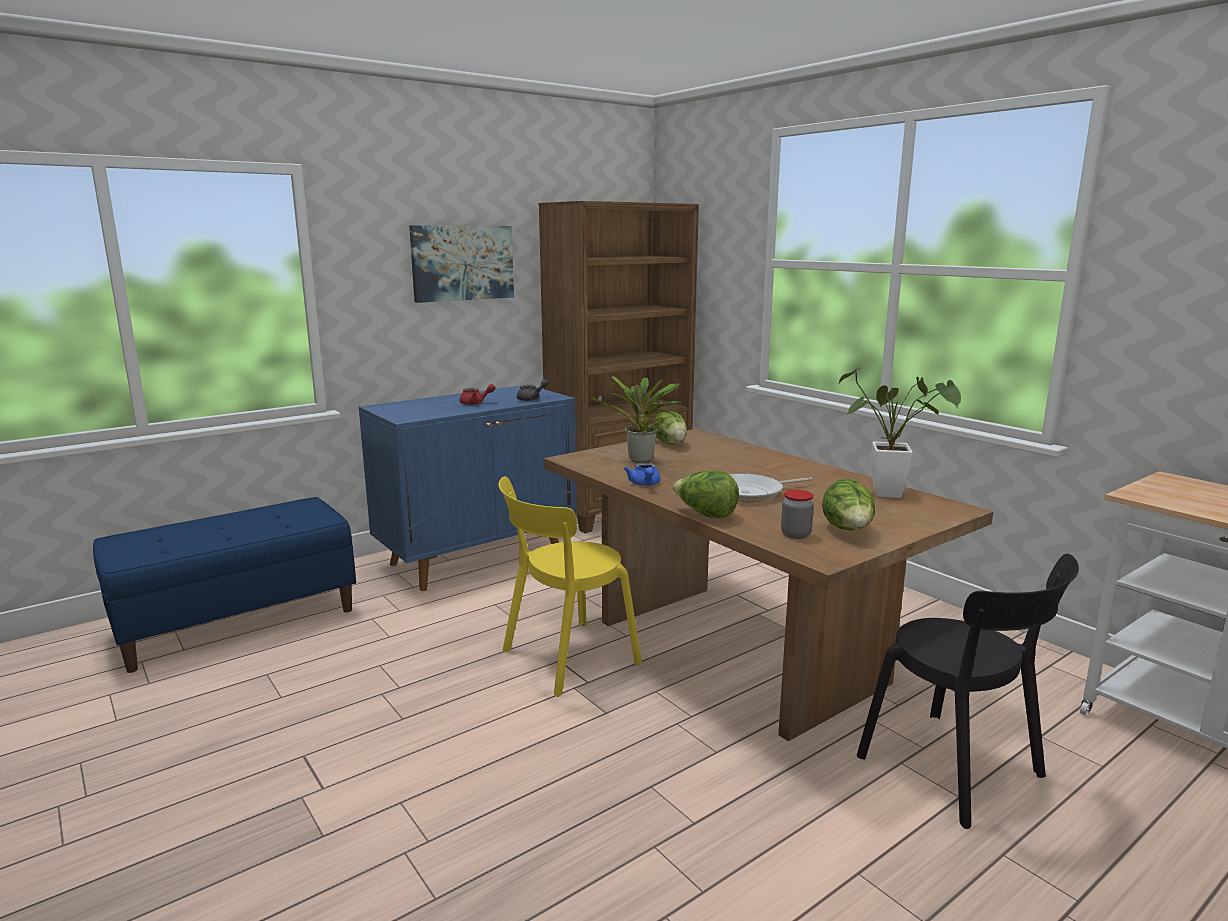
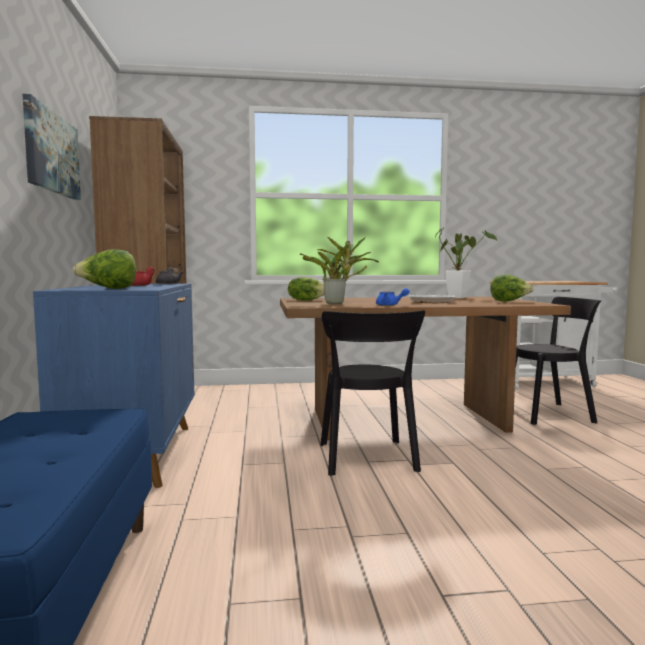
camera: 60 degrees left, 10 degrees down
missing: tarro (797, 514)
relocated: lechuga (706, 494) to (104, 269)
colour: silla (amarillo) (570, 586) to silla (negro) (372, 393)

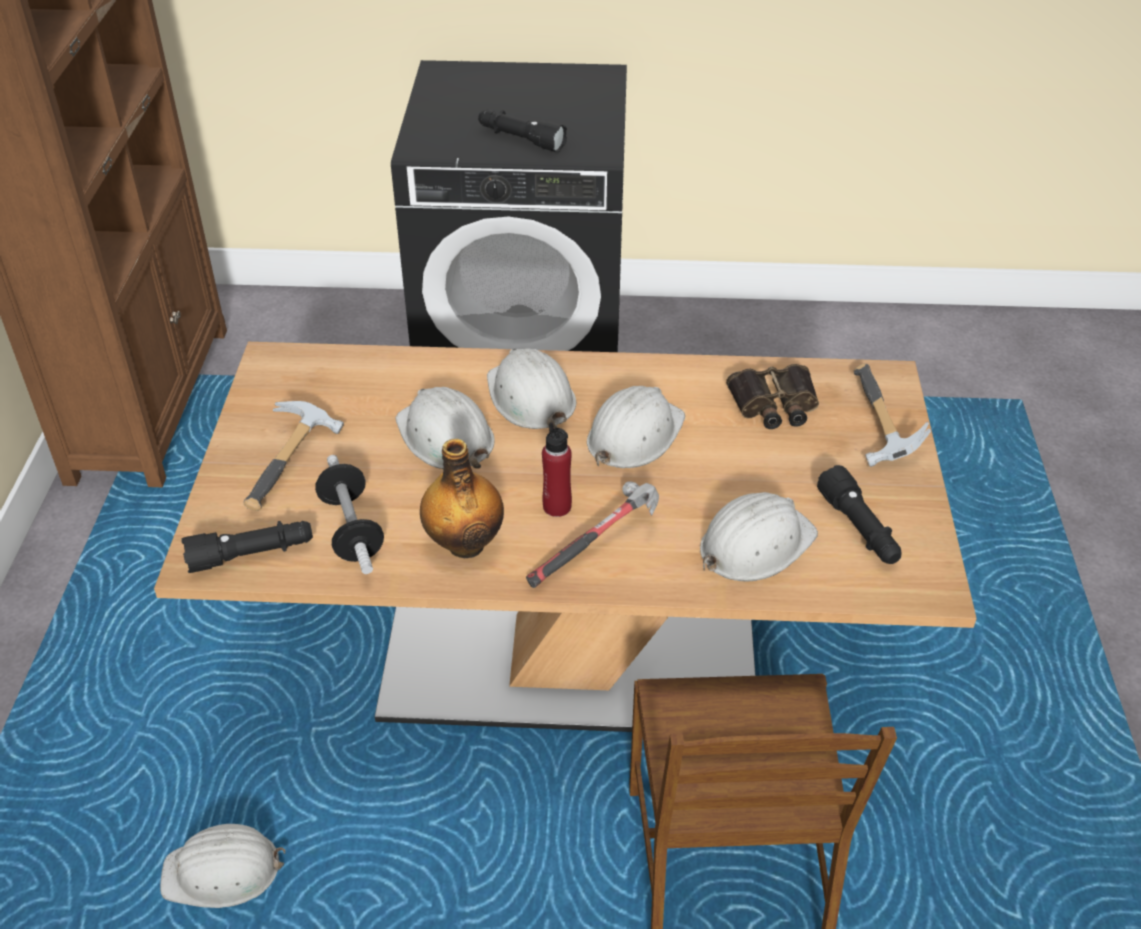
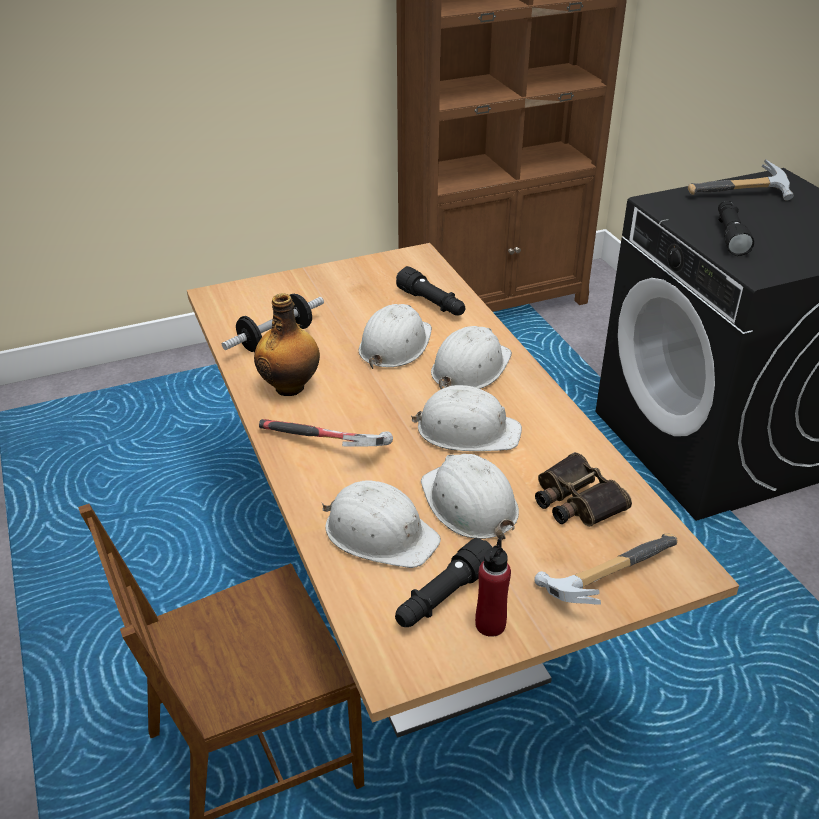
camera: 65 degrees right, 5 degrees down
relocated: casco (blanco) (222, 866) to (470, 497); linterna (negro) (247, 547) to (430, 290); martillo (294, 456) to (741, 180); botella (rojo) (557, 469) to (493, 587)

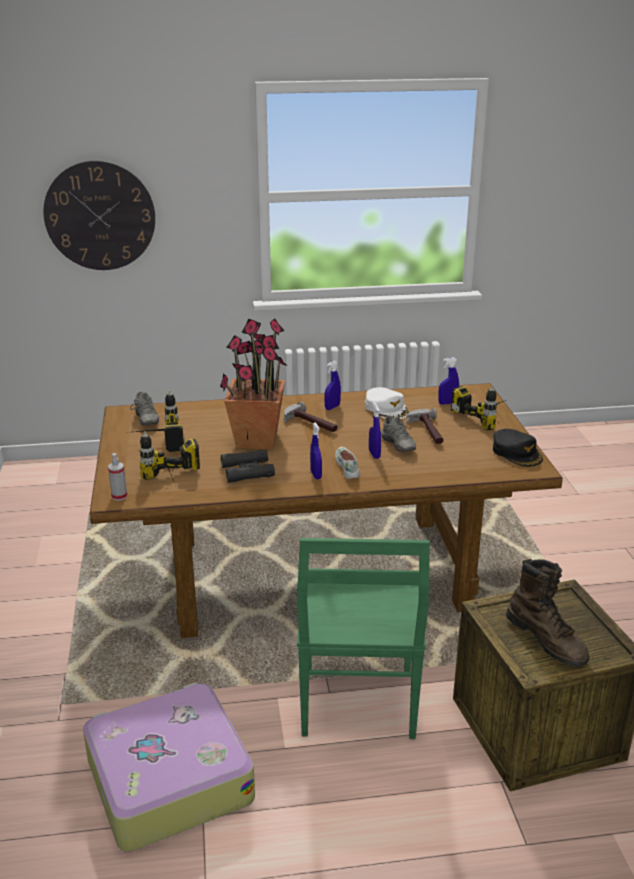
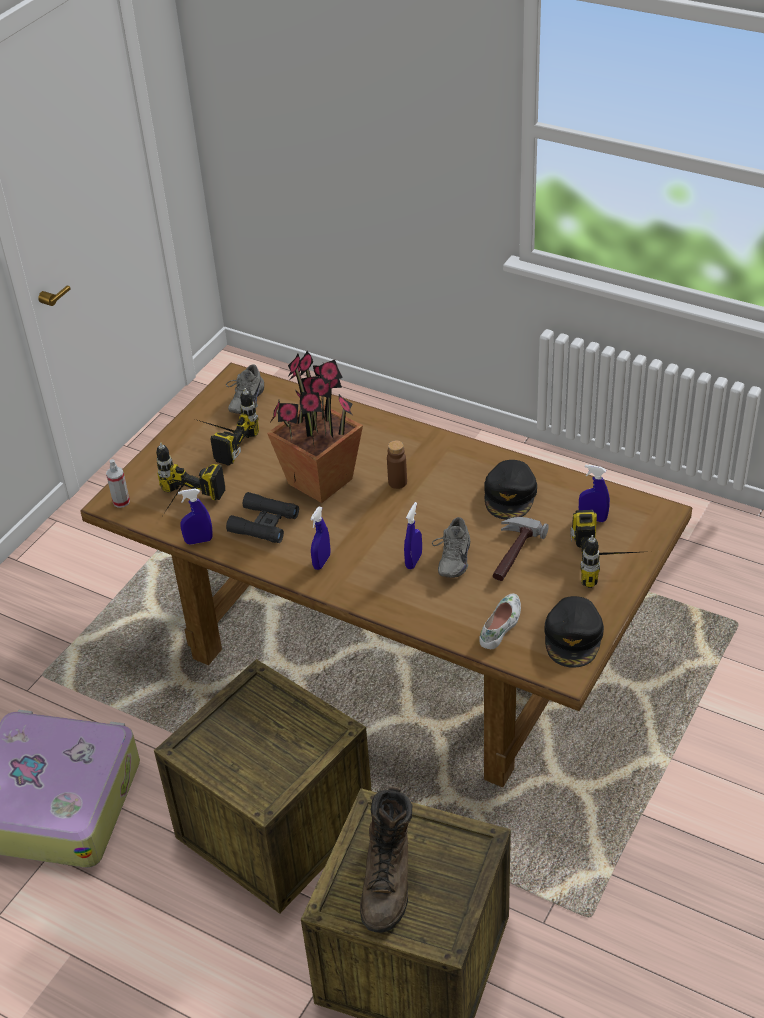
camera: 40 degrees right, 15 degrees up
missing: reloj de pared (99, 215)
relocated: pulverizador (azul) (332, 385) to (195, 516); zapato (blanco) (347, 463) to (500, 621)
exchanged: martillo (310, 417) to botella (marrón) (397, 464); silla (verde) (363, 638) to caja de embalaje (263, 786)
colour: gorra (blanco) (387, 403) to gorra (negro) (510, 490)

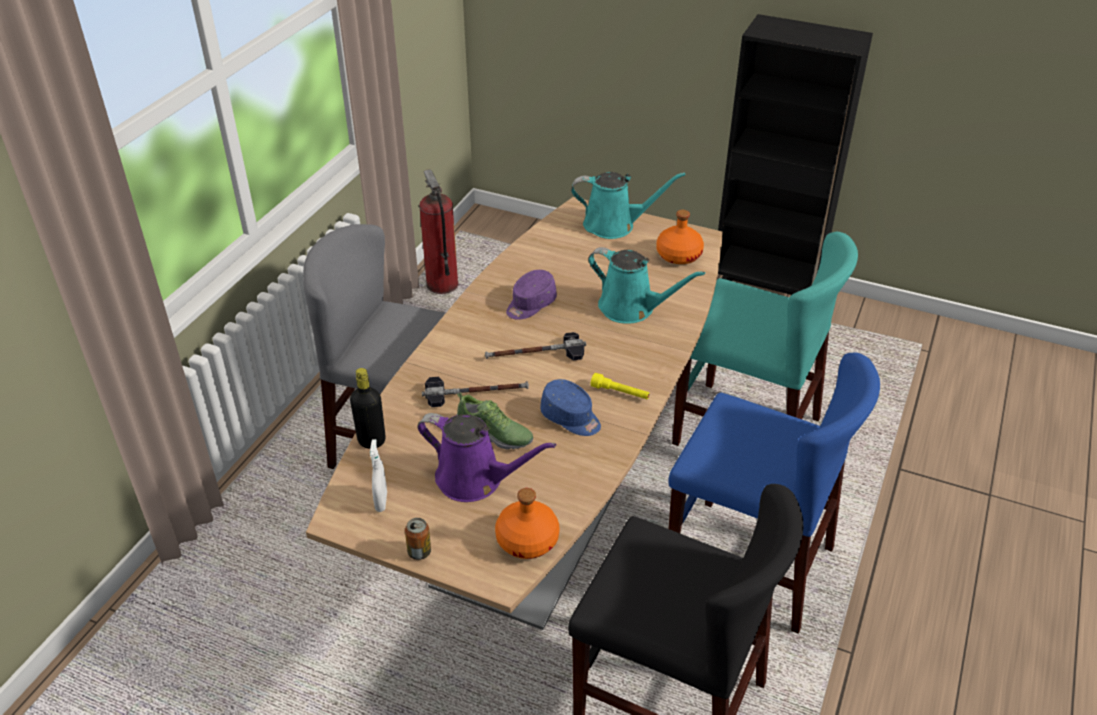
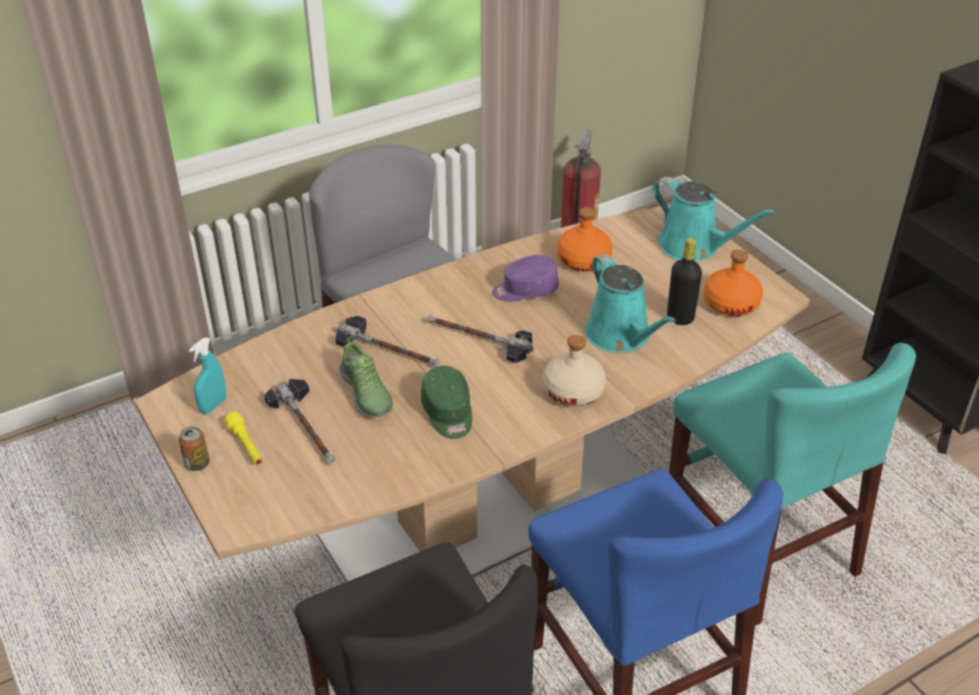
camera: 35 degrees right, 0 degrees up
appeared: botella (beis) (574, 371)
relocated: botella (negro) (368, 408) to (684, 281); botella (naranja) (527, 523) to (585, 239); linterna (amarillo) (620, 386) to (244, 438)
exchanged: regadera (morado) (486, 457) to martillo (299, 421)
colour: pulverizador (blanco) (378, 475) to pulverizador (turquesa) (207, 376); gorra (azul) (570, 407) to gorra (verde) (446, 402)

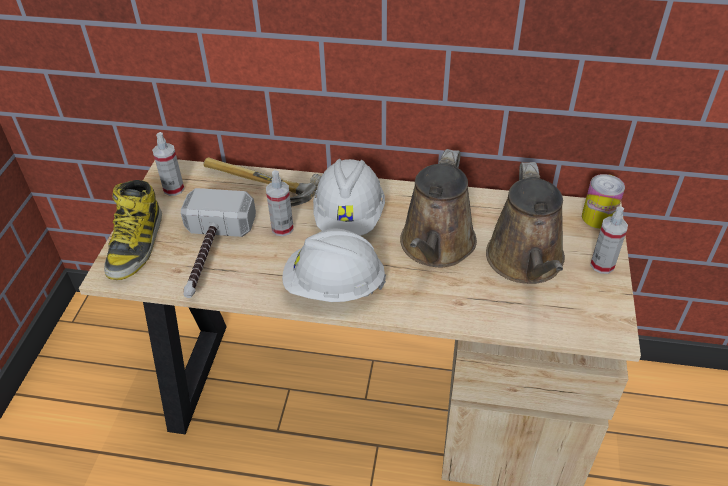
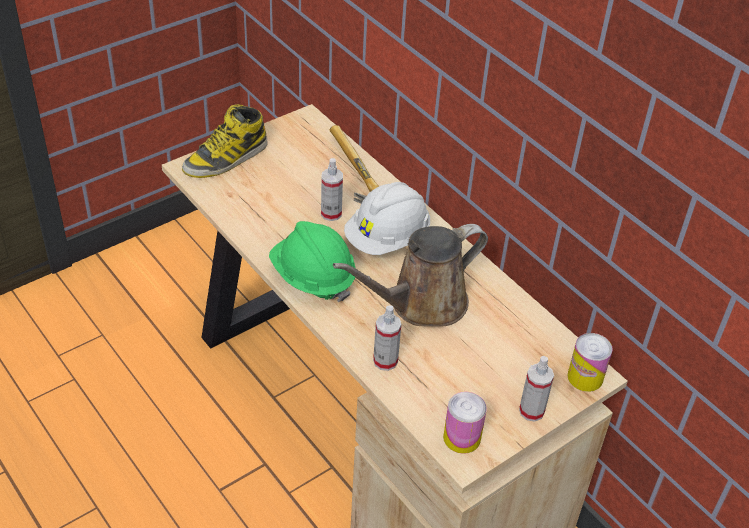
camera: 40 degrees right, 0 degrees up
missing: martillo (218, 243); regadera (marrón) (525, 223)
appeared: lata (465, 423)
relocated: pulverizador (168, 164) to (387, 338)
colour: casco (blanco) (334, 265) to casco (verde) (312, 261)

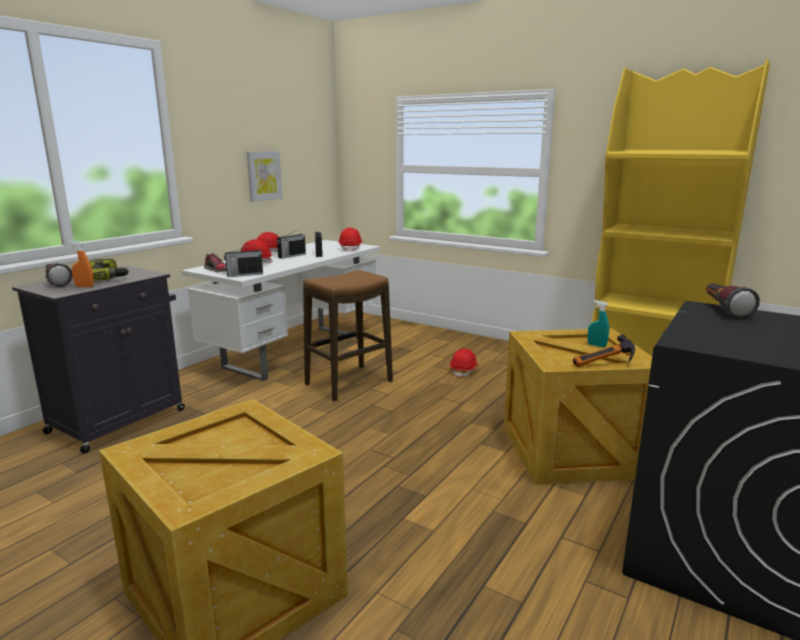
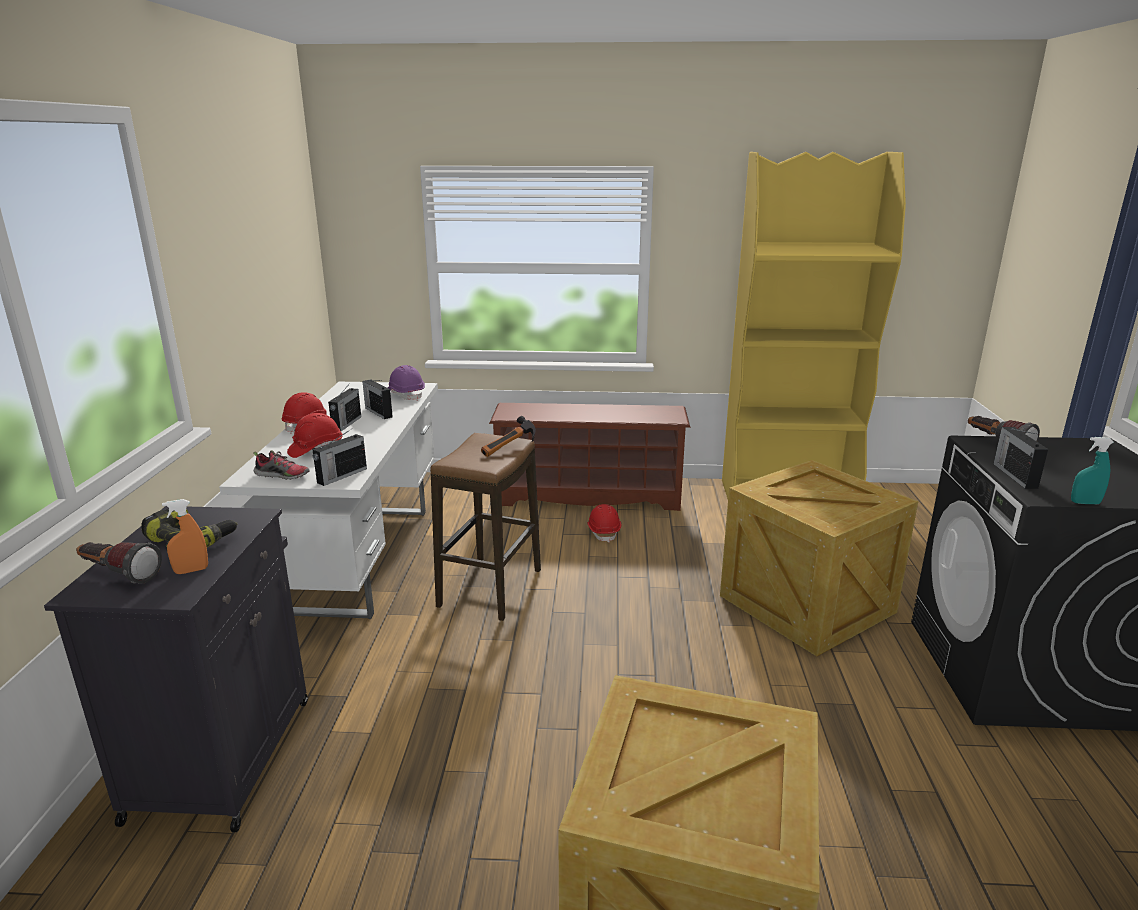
camera: 30 degrees left, 5 degrees up
missing: cuadro (264, 176)
appeared: zapatero (marrón) (589, 457); radio (1021, 458)
relocated: martillo (604, 351) to (508, 436); pulverizador (turquesa) (598, 323) to (1092, 470)
colour: casco (rojo) (350, 240) to casco (morado) (406, 383)

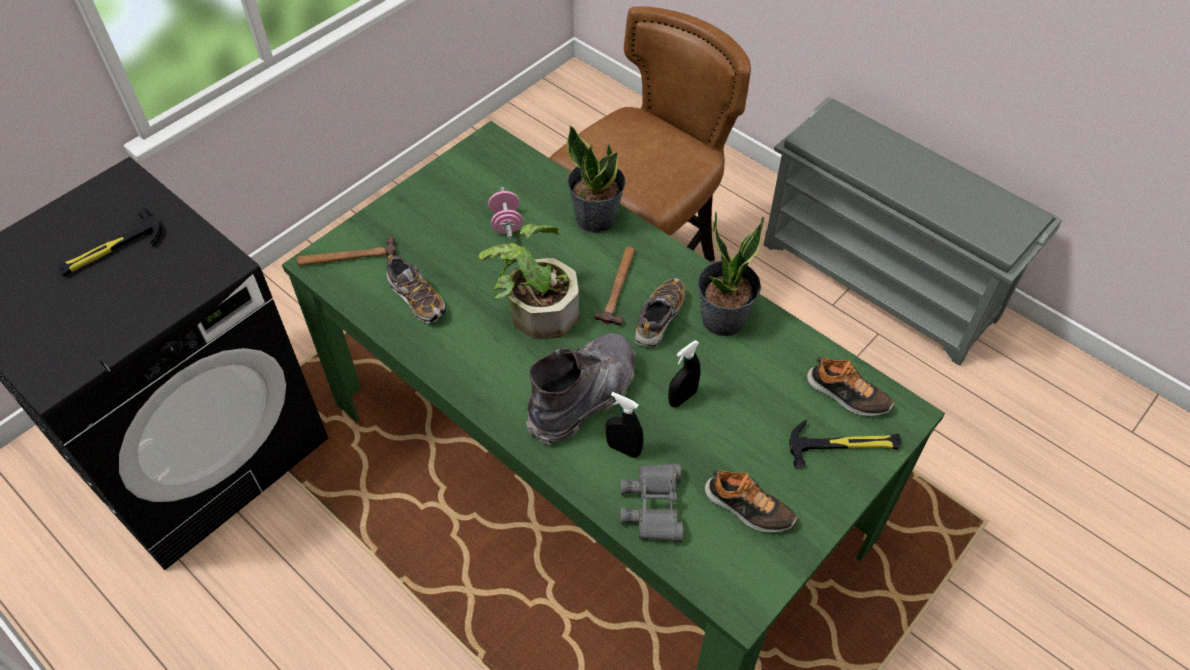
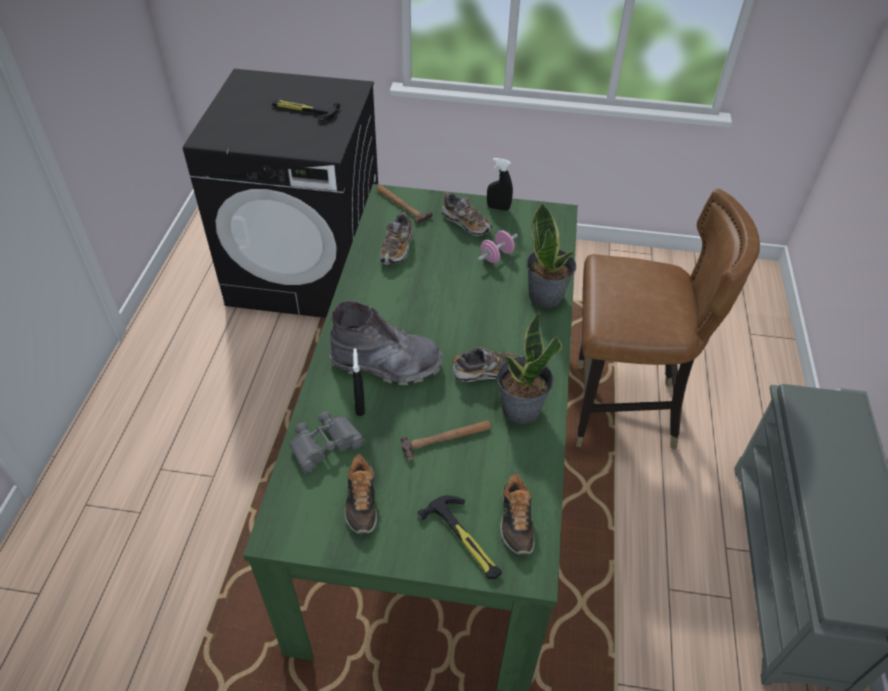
camera: 55 degrees right, 5 degrees down
missing: planta en maceta (529, 282)
appeared: zapato (467, 214)
relocated: martillo (614, 286) to (446, 440); pulverizador (negro) (684, 373) to (500, 184)

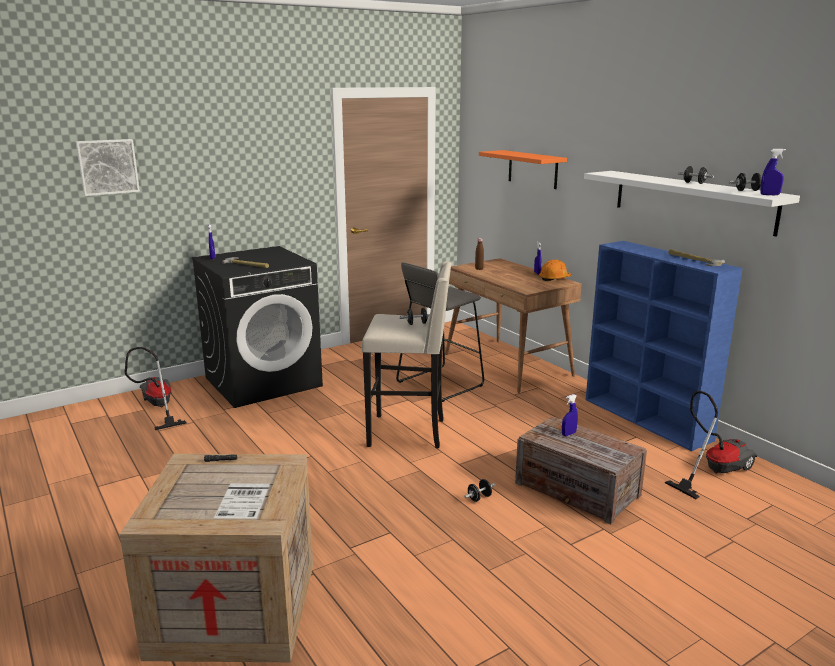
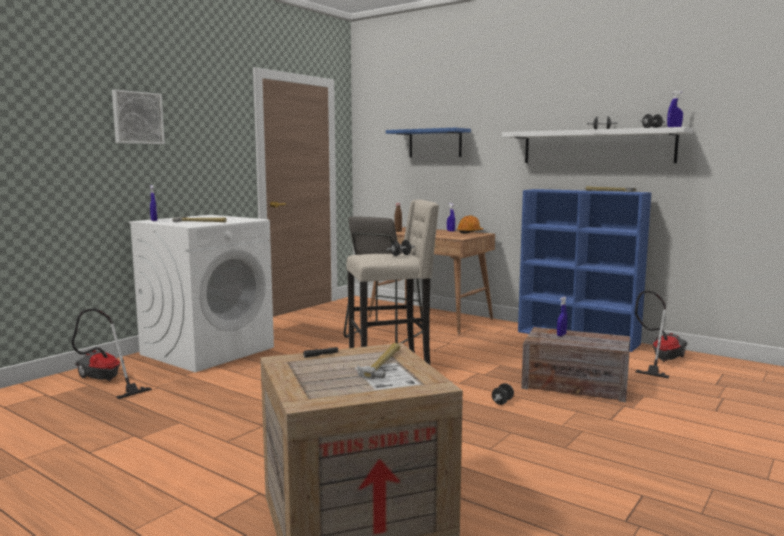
camera: 20 degrees left, 10 degrees down
appeared: martillo (378, 361)
relocated: cuadro (108, 167) to (138, 117)
colour: lavadora (negro) (257, 327) to lavadora (blanco) (201, 293); estante (naranja) (523, 169) to estante (azul) (428, 142)

